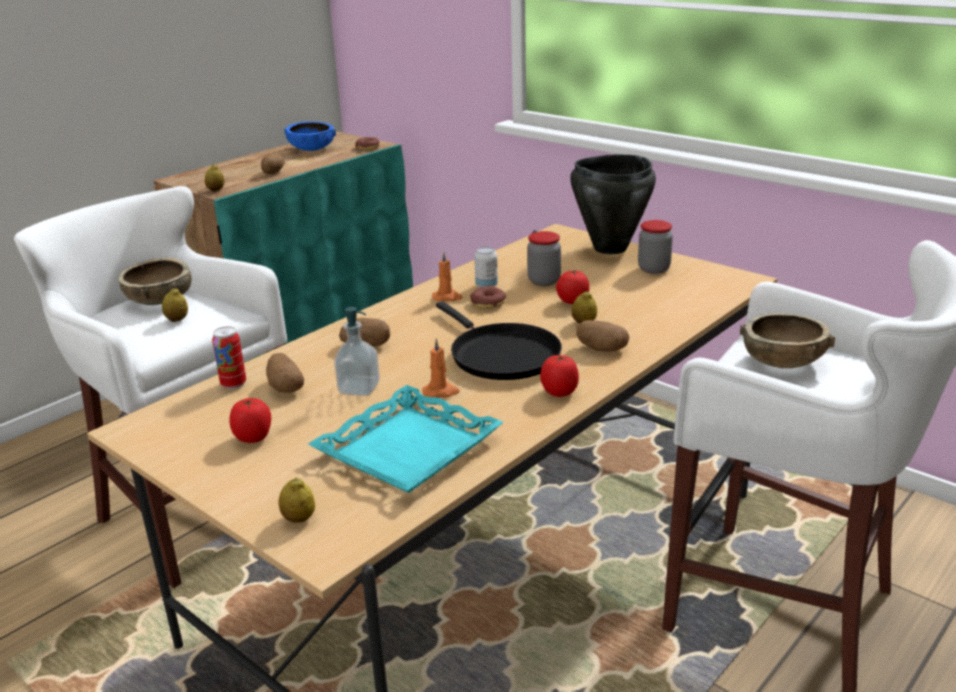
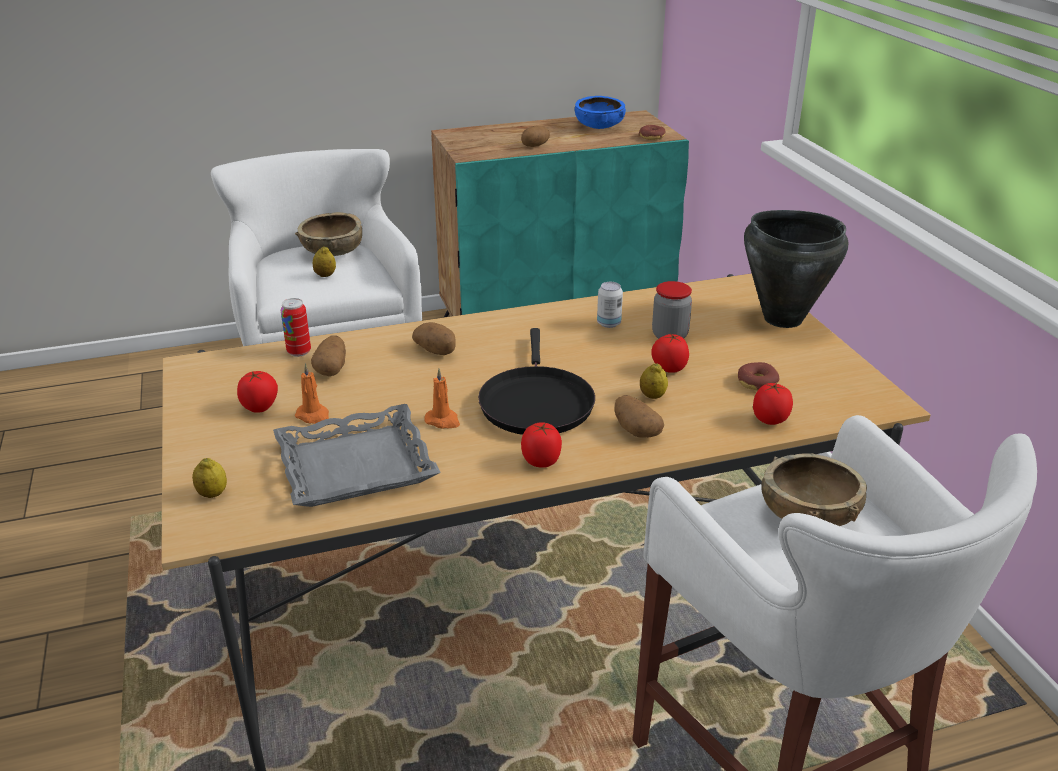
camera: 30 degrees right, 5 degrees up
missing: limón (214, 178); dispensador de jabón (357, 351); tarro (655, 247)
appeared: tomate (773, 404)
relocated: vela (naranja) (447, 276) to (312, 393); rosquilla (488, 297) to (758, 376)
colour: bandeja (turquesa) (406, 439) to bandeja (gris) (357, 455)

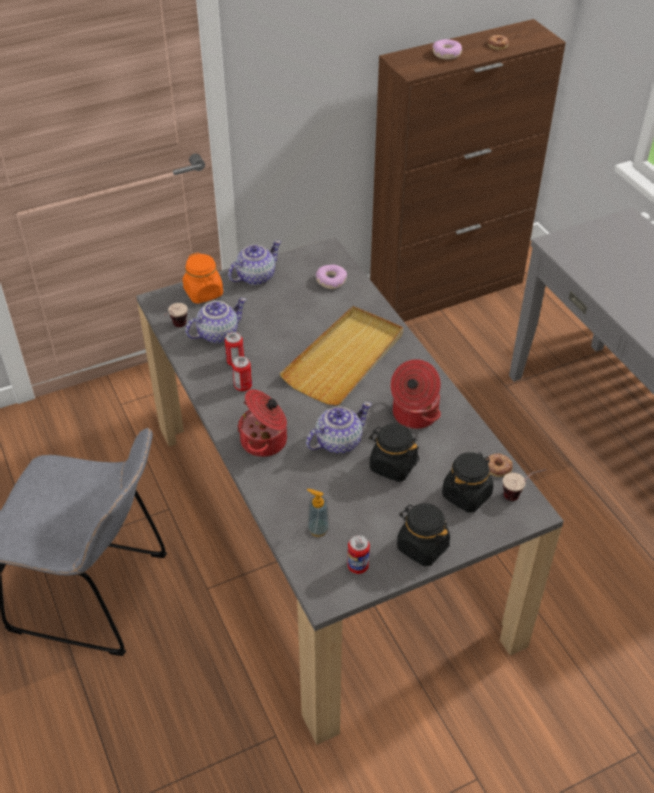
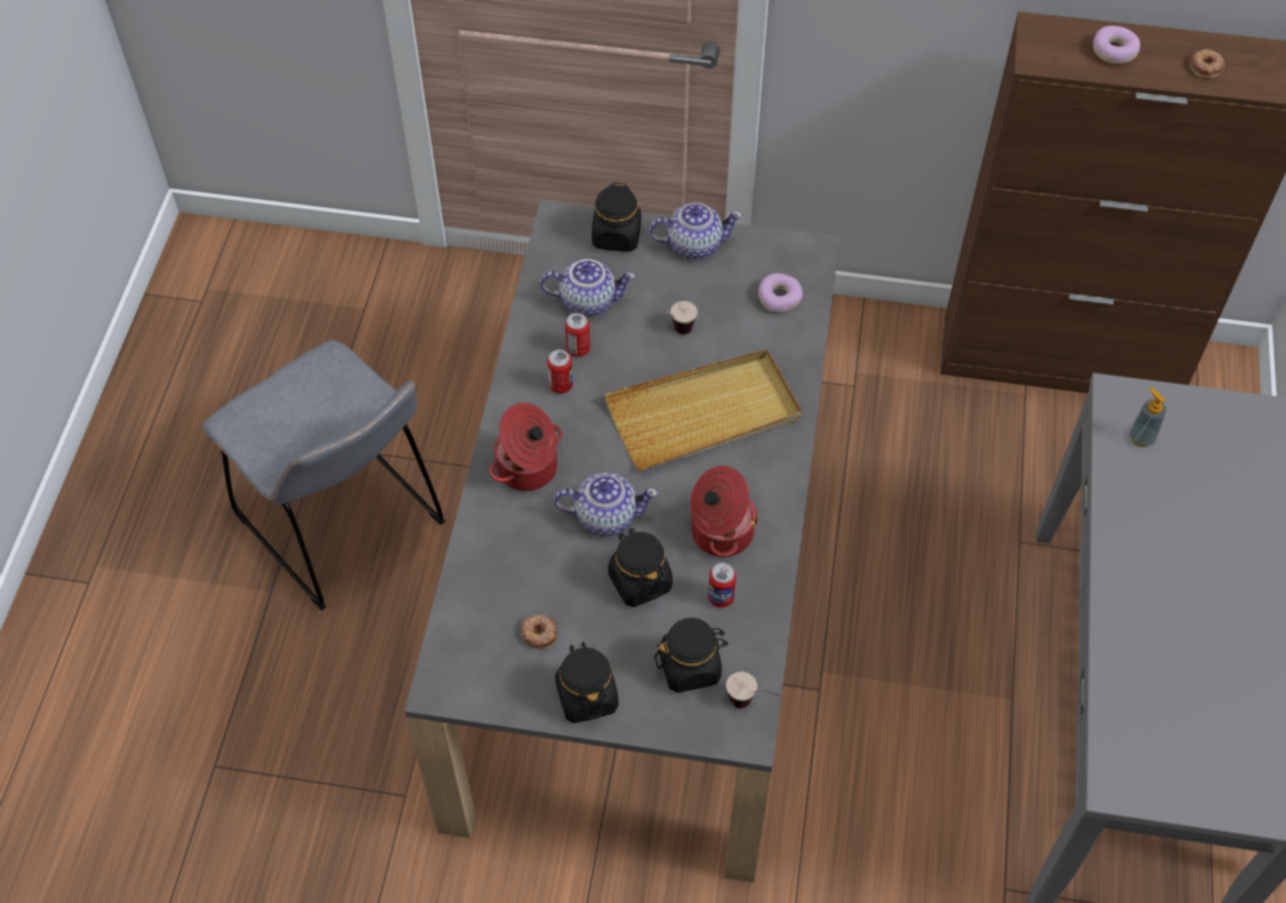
camera: 35 degrees right, 10 degrees up
relocated: taza (176, 315) to (676, 318); dispensador de jabón (318, 513) to (1147, 417); lata (358, 554) to (722, 585); rosquilla (499, 465) to (539, 631)
colour: tarro (naranja) (203, 278) to tarro (negro) (616, 217)

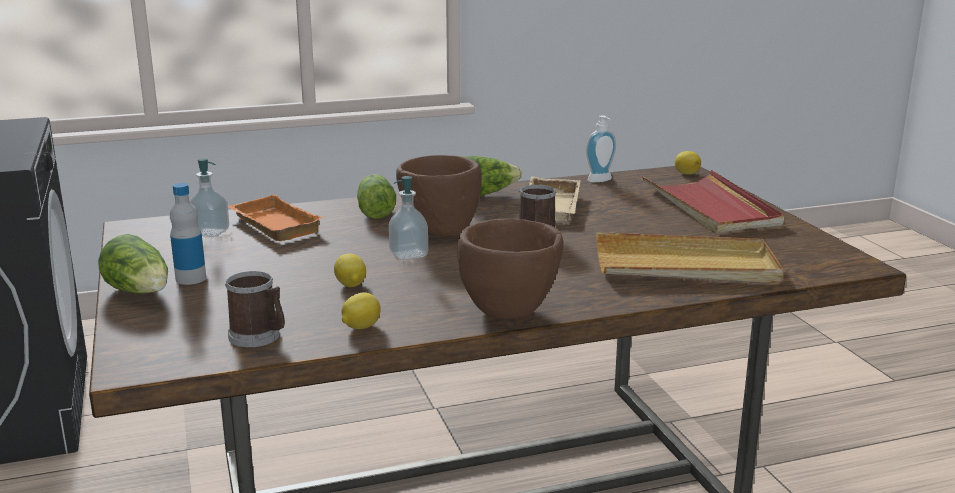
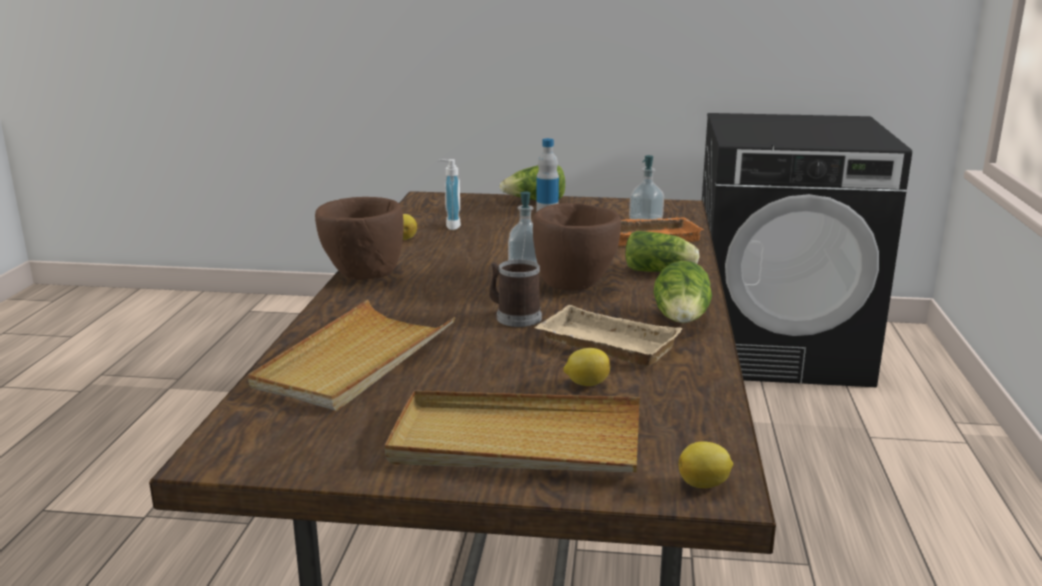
camera: 115 degrees right, 0 degrees up
missing: taza grande (255, 309)
relocated: limón (350, 270) to (586, 367); dispensador de jabón (601, 148) to (449, 194)
colour: bandeja (rojo) (713, 201) to bandeja (beis) (512, 431)

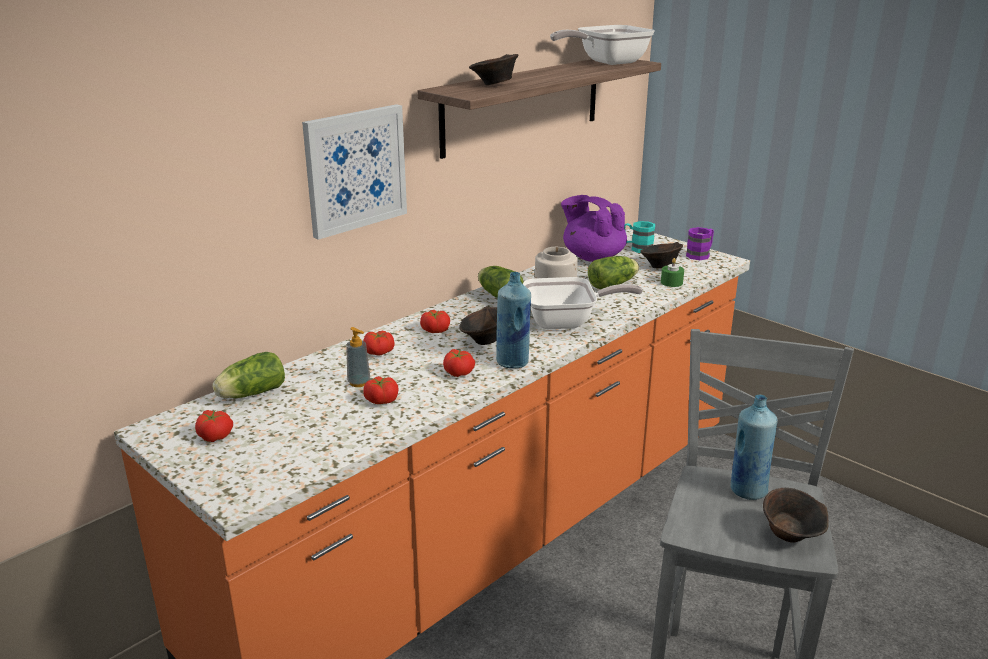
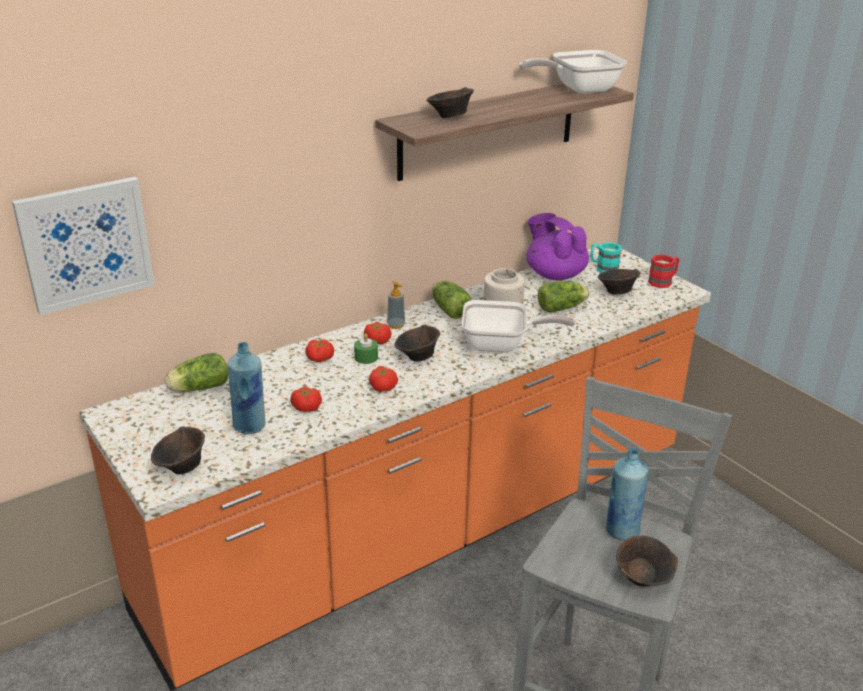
camera: 10 degrees right, 5 degrees up
missing: tomate (214, 426)
appeared: cuenco (marrón) (178, 450)
relocated: cuadro (354, 172) to (83, 246); dispensador de jabón (358, 357) to (396, 305); botella (azul) (513, 320) to (246, 388); vela (verde) (672, 272) to (366, 348)
colour: taza grande (morado) (700, 243) to taza grande (rojo) (663, 271)

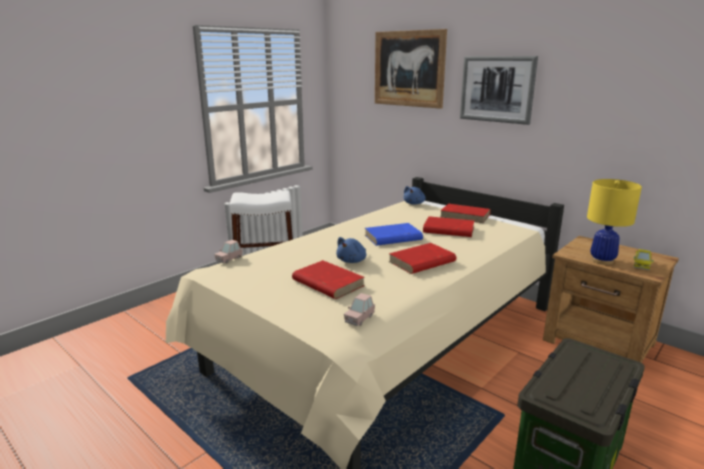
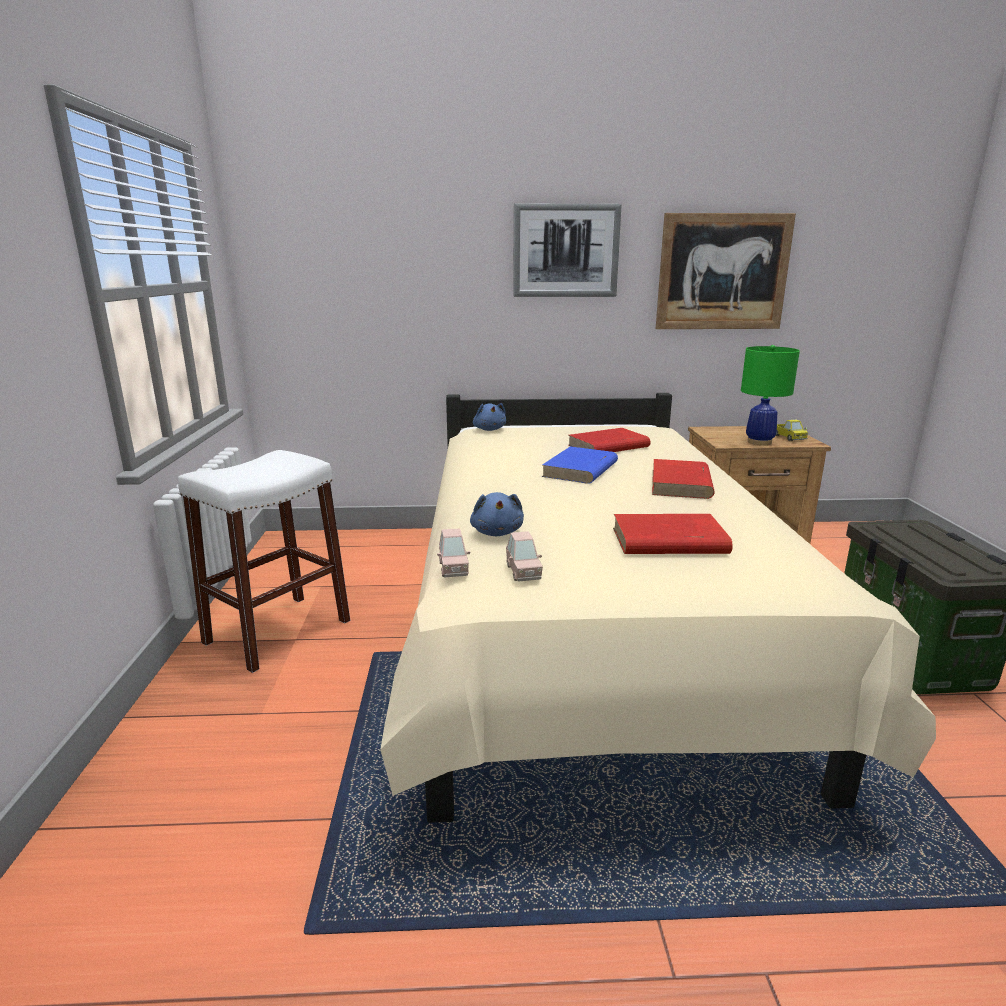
camera: 45 degrees left, 0 degrees up
missing: libro (rojo) (465, 213)
relocated: peluche (azul) (351, 250) to (497, 514); coche de juguete (rosa) (359, 309) to (524, 556); cuadro (411, 69) to (726, 271)
colour: lámpara de mesa (amarillo) (614, 222) to lámpara de mesa (verde) (770, 395)

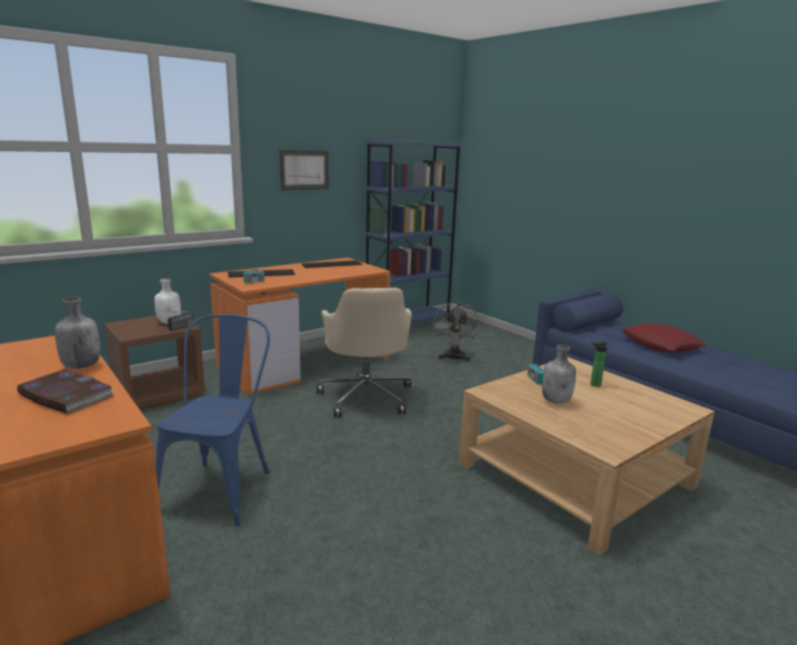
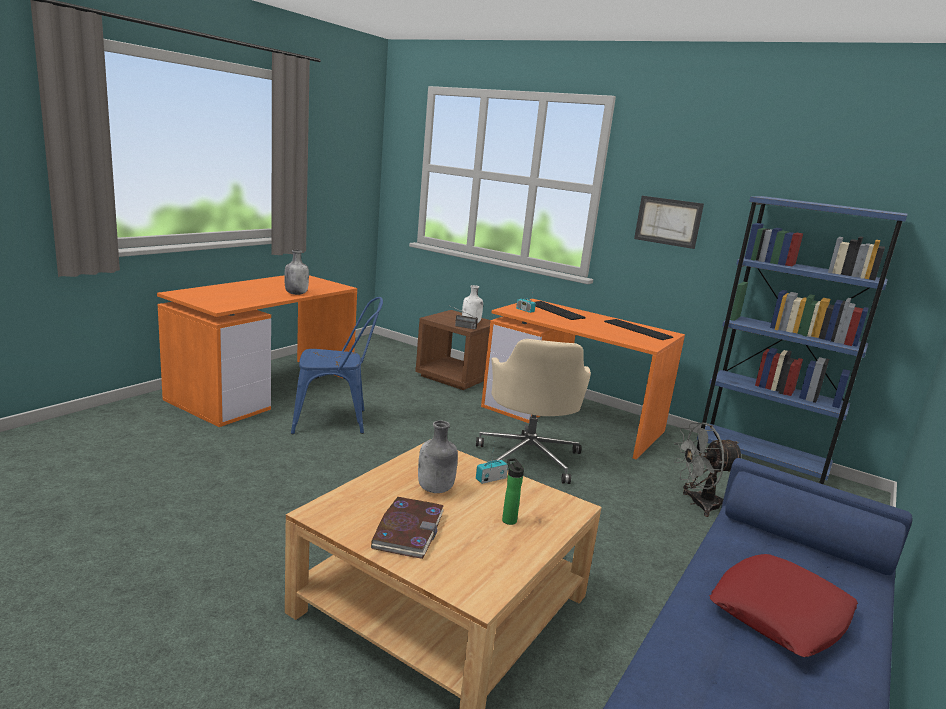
camera: 70 degrees right, 0 degrees up
relocated: libro (66, 391) to (407, 528)
spun: silla de oficina (beis) (364, 352) = (533, 411) 60 degrees counterclockwise

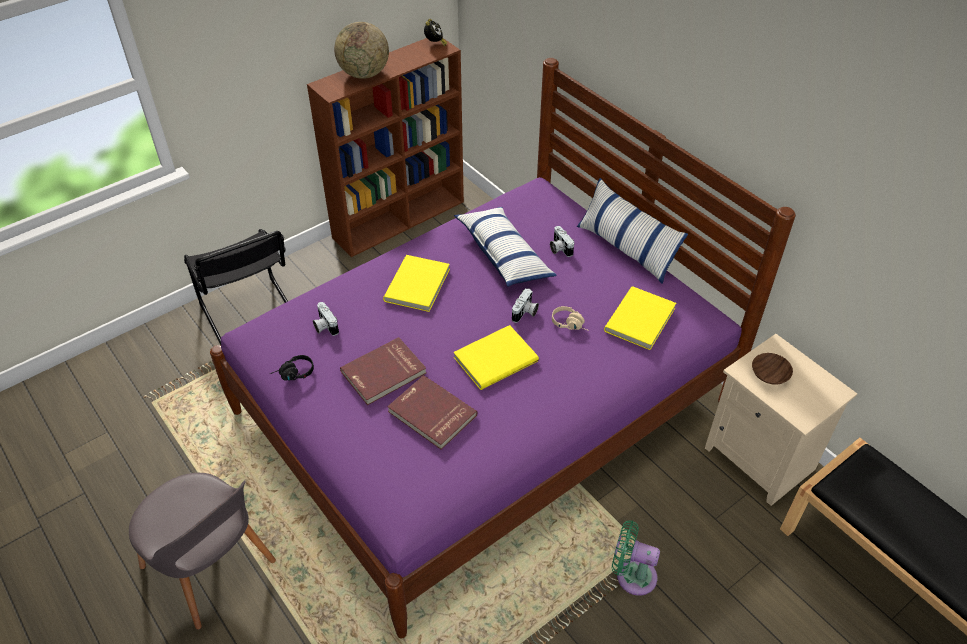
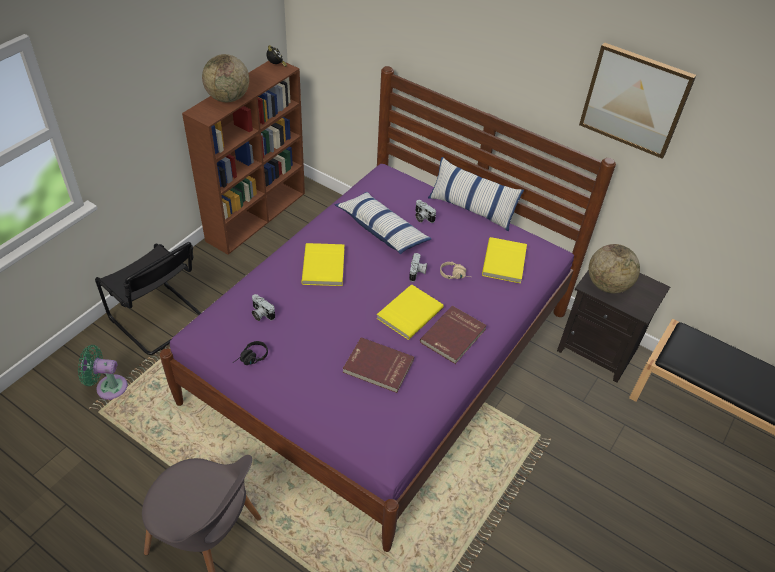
camera: 20 degrees left, 0 degrees up
appeared: cuadro (637, 100)
relocated: libro (rojo) (383, 371) to (453, 335); ventilador (verde) (636, 558) to (103, 372)
exchanged: cuenco (marrón) (772, 369) to globo terráqueo (614, 268)
colour: mesita de noche (beis) (781, 420) to mesita de noche (negro) (613, 326)

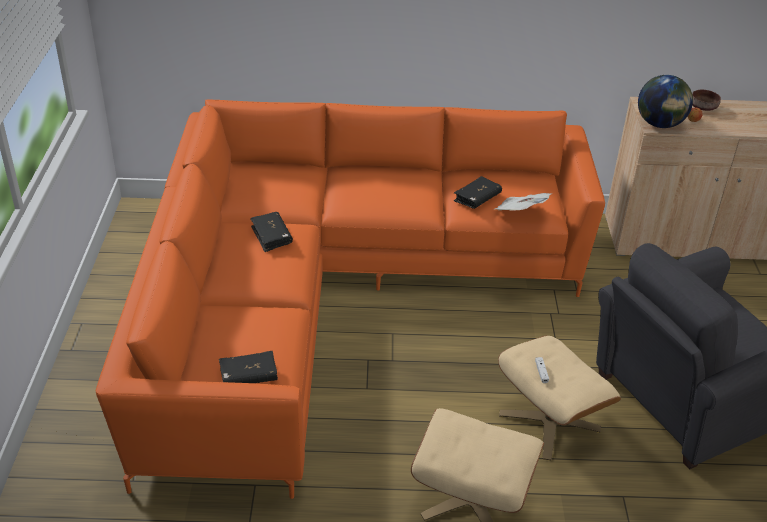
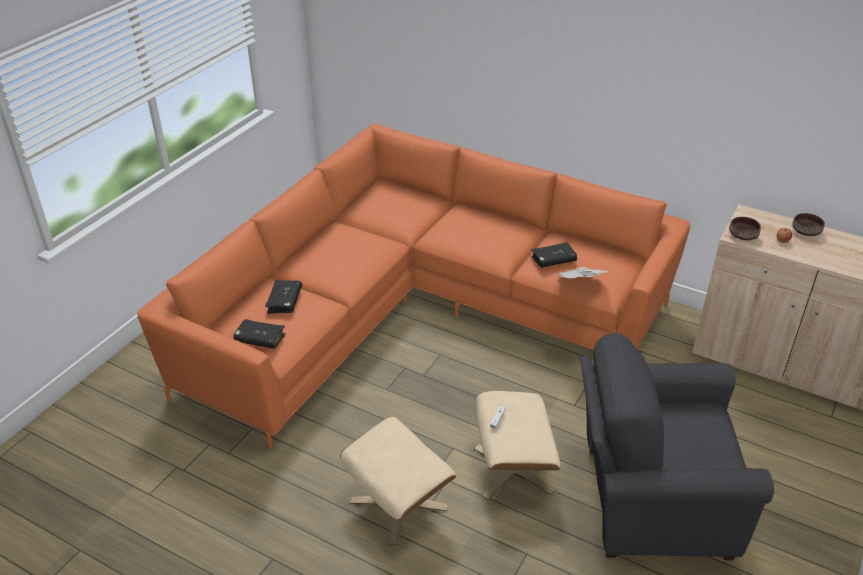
camera: 30 degrees right, 0 degrees up
relocated: libro (negro) (271, 232) to (283, 297)
exchanged: globo terráqueo (665, 101) to cuenco (marrón) (745, 228)

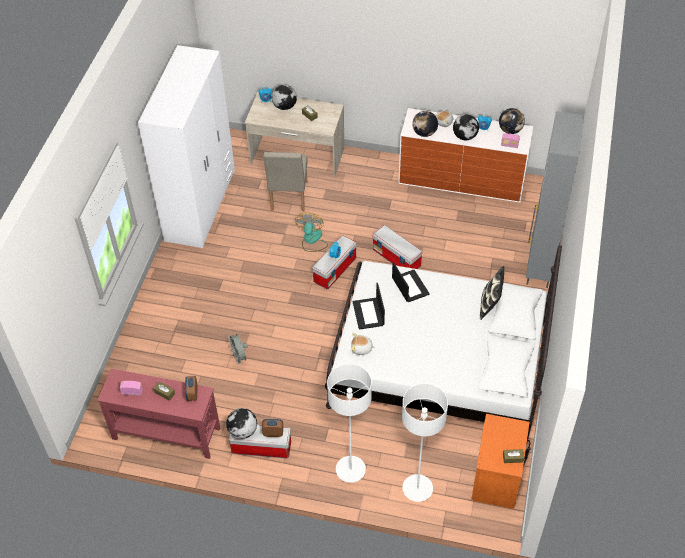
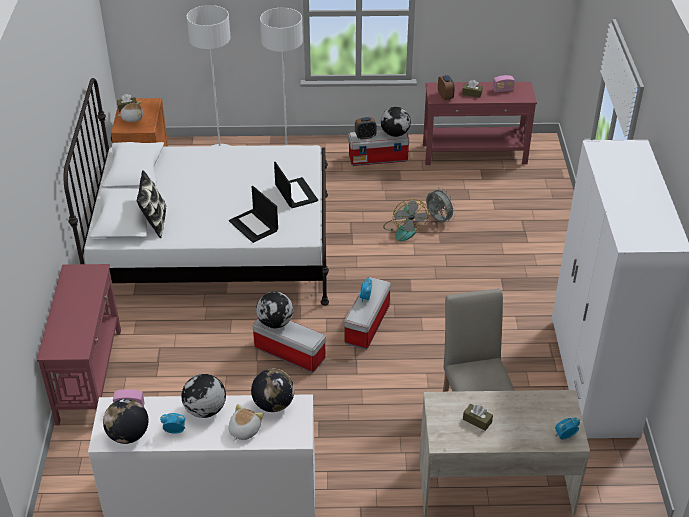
camera: 165 degrees right, 10 degrees down
relocated: globo terráqueo (284, 97) to (274, 310); ventilador (311, 232) to (406, 220); peluche (363, 344) to (130, 111)
exchanged: armario (gris) (555, 199) to mesa consola (rojo) (79, 344)

